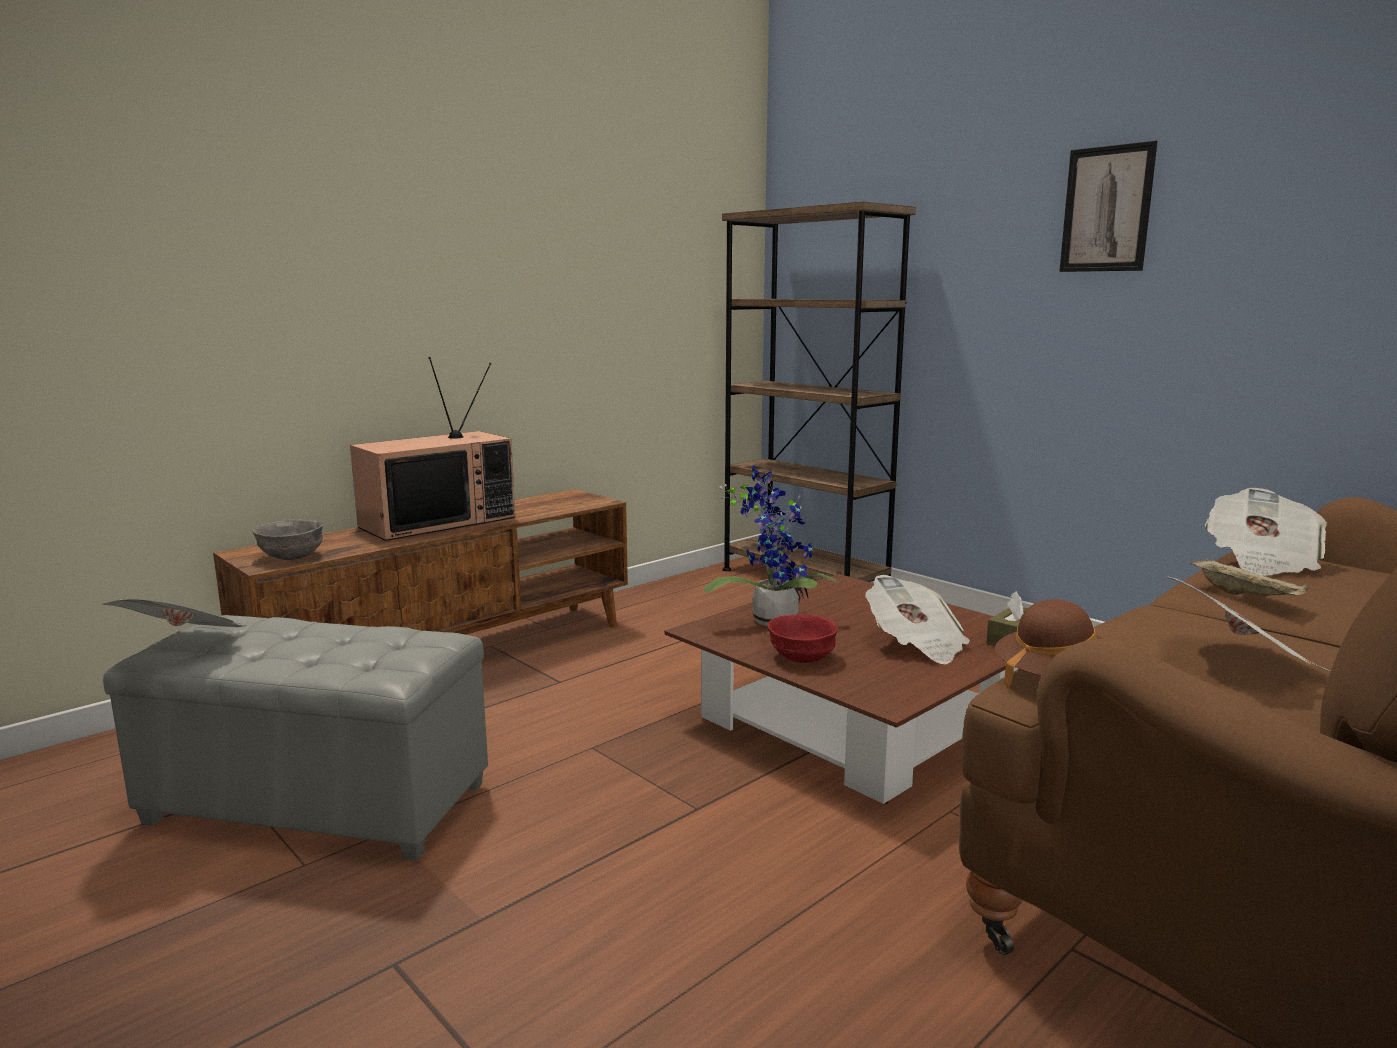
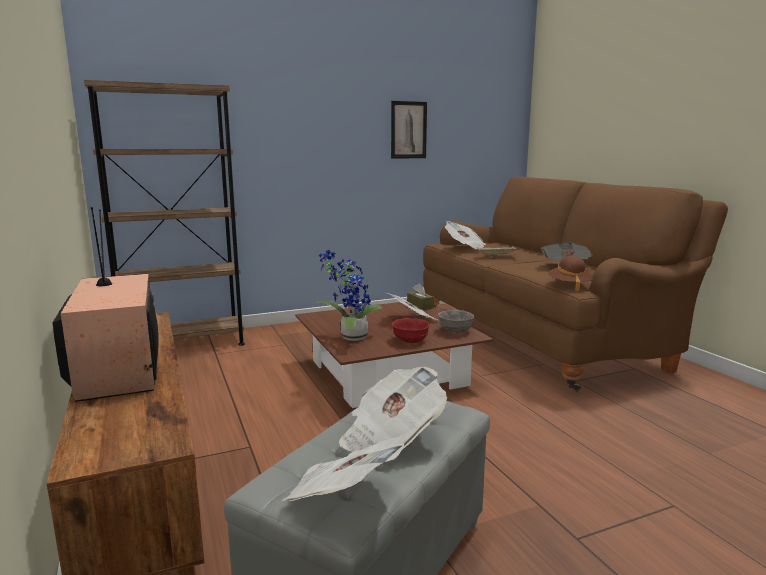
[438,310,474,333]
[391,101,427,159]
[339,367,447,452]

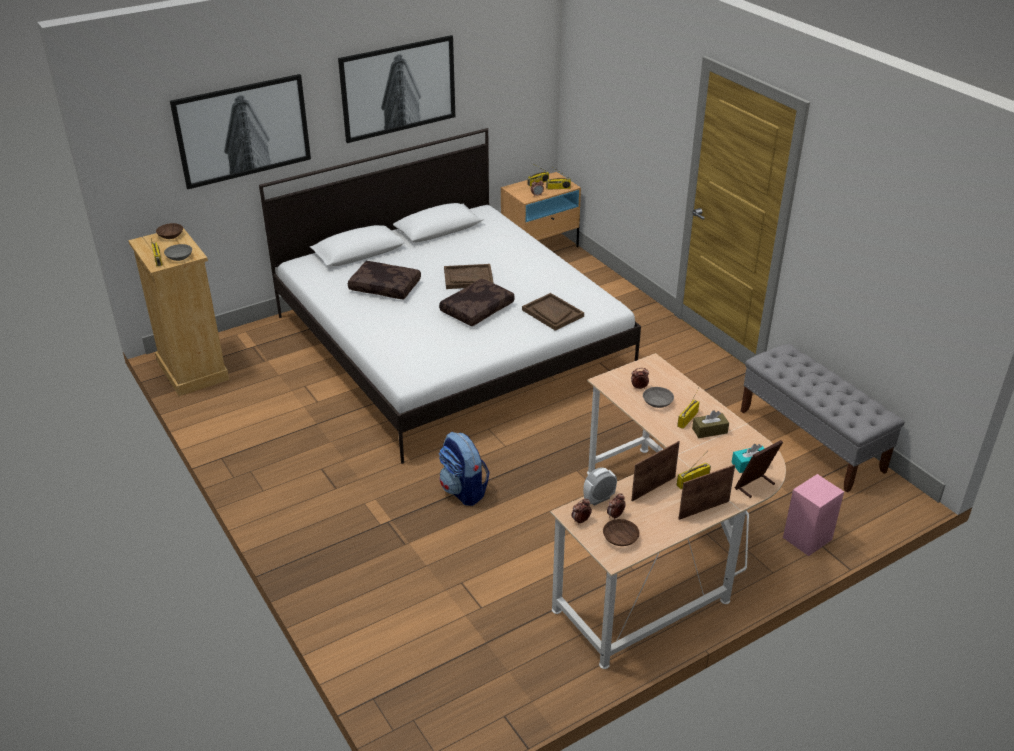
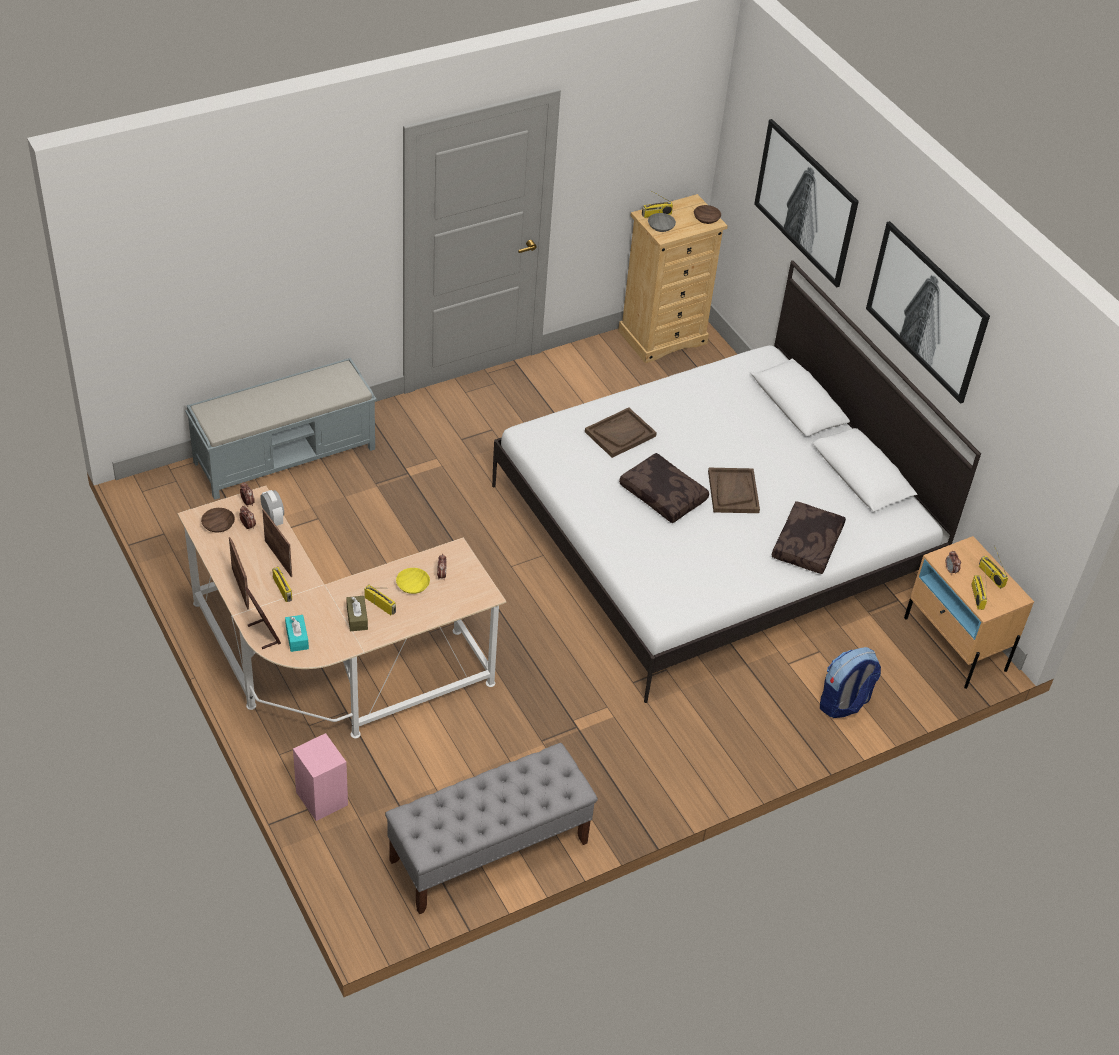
[772,501,846,574]
[820,647,881,718]
[585,407,657,458]
[396,568,430,594]
[185,358,377,500]

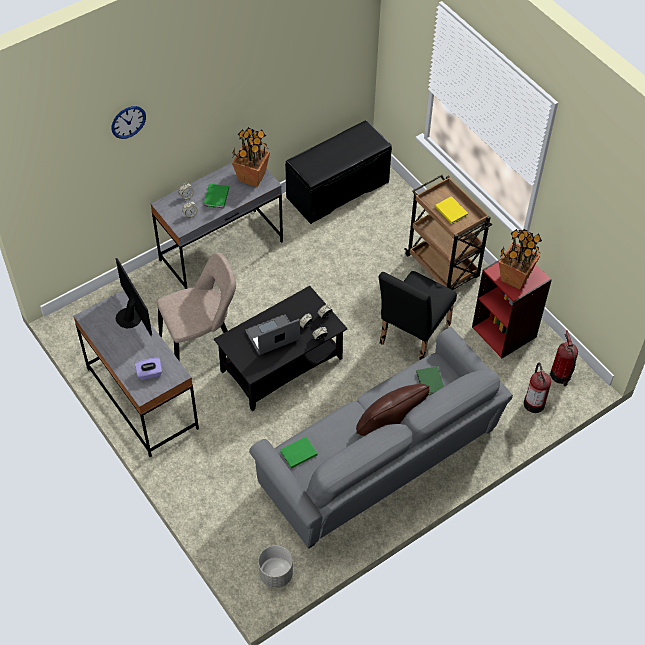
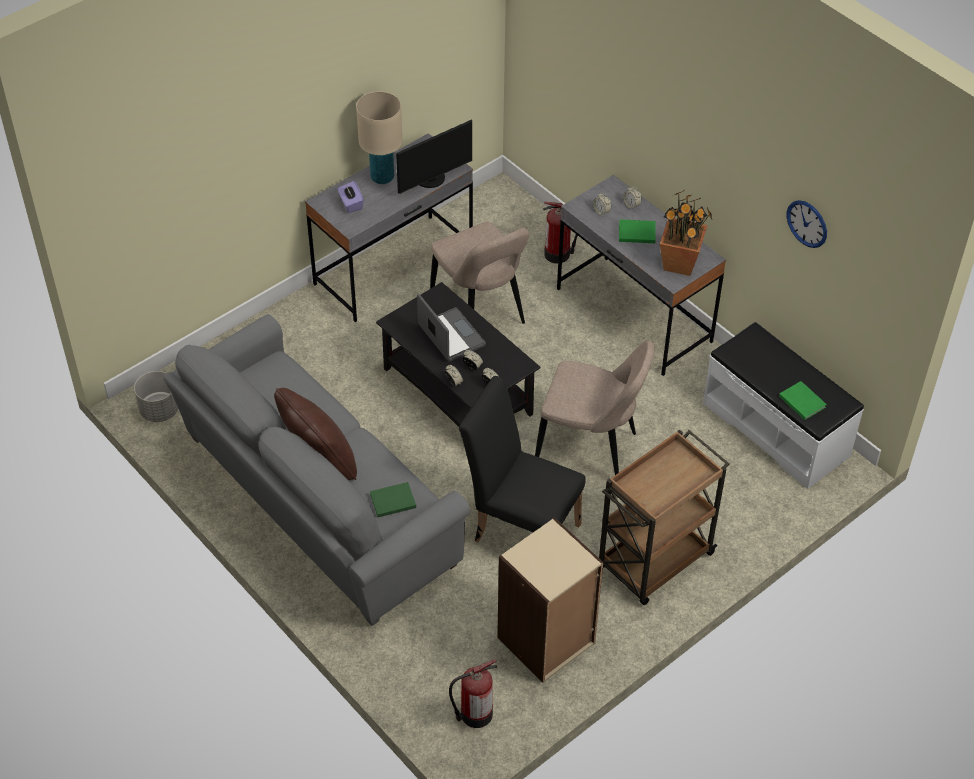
[786,200,827,248]
[779,381,827,420]
[703,322,864,489]
[435,196,468,224] (first image)
[497,517,603,683]
[499,229,542,290] (first image)
[543,202,578,264]
[356,91,402,184]
[535,341,655,475]

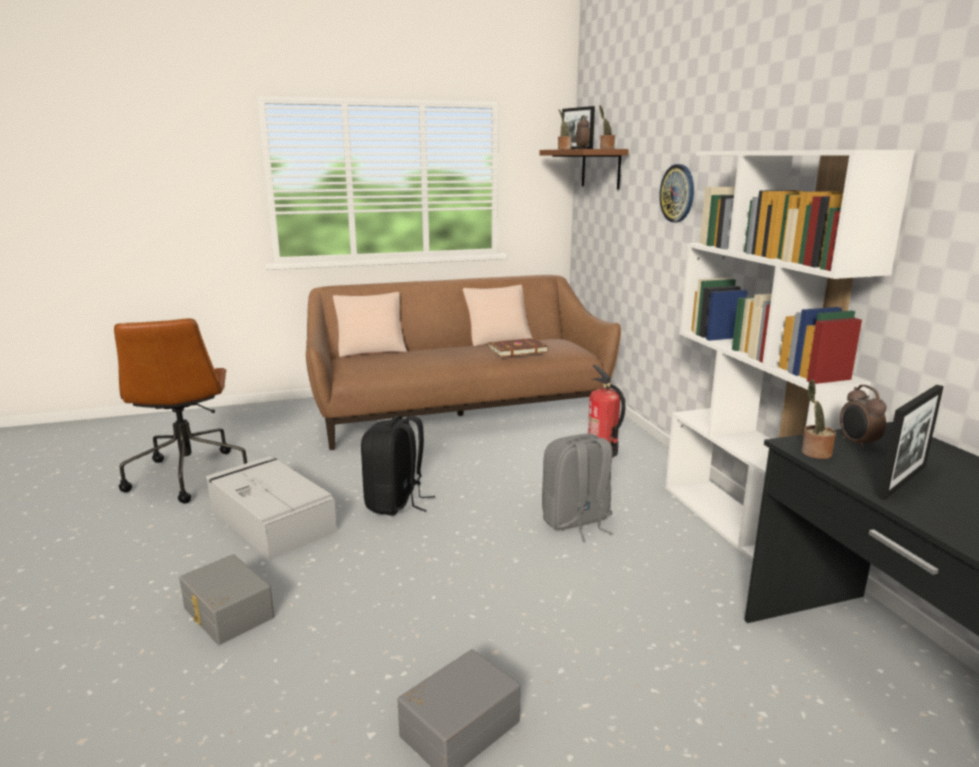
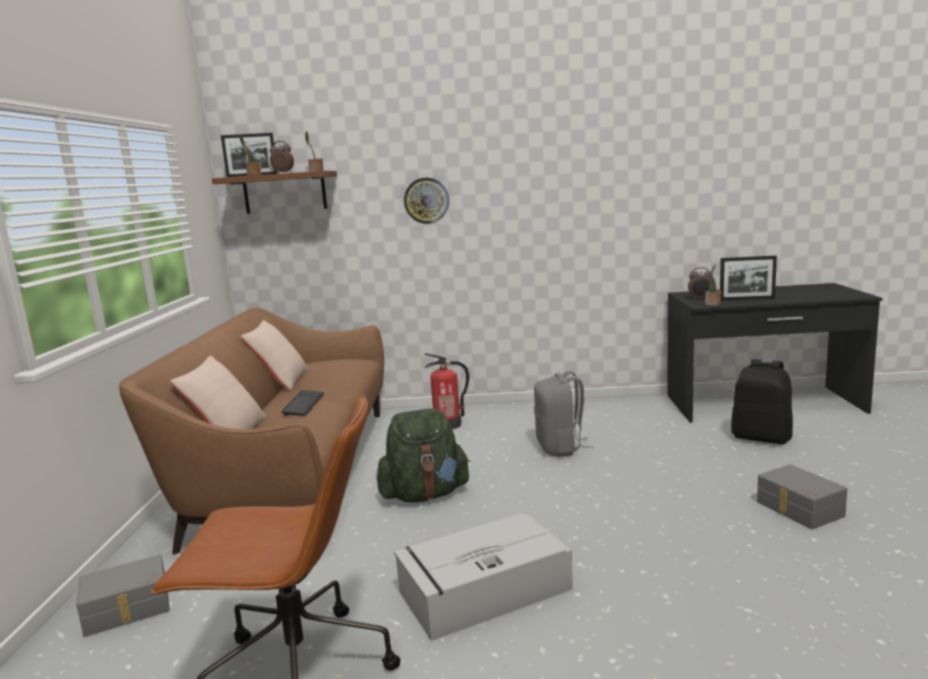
[76,554,170,637]
[731,359,793,444]
[488,338,548,357] (first image)
[665,150,915,561] (first image)
[720,256,777,300]
[281,390,325,416]
[376,409,470,503]

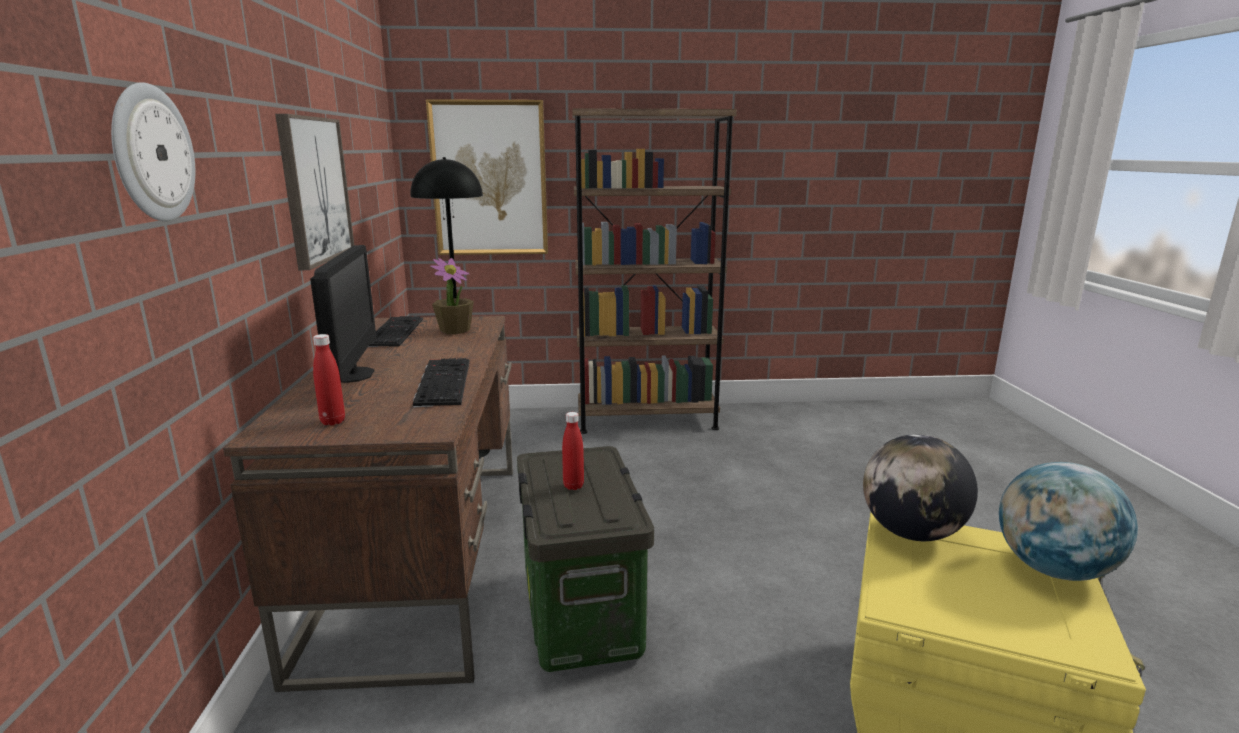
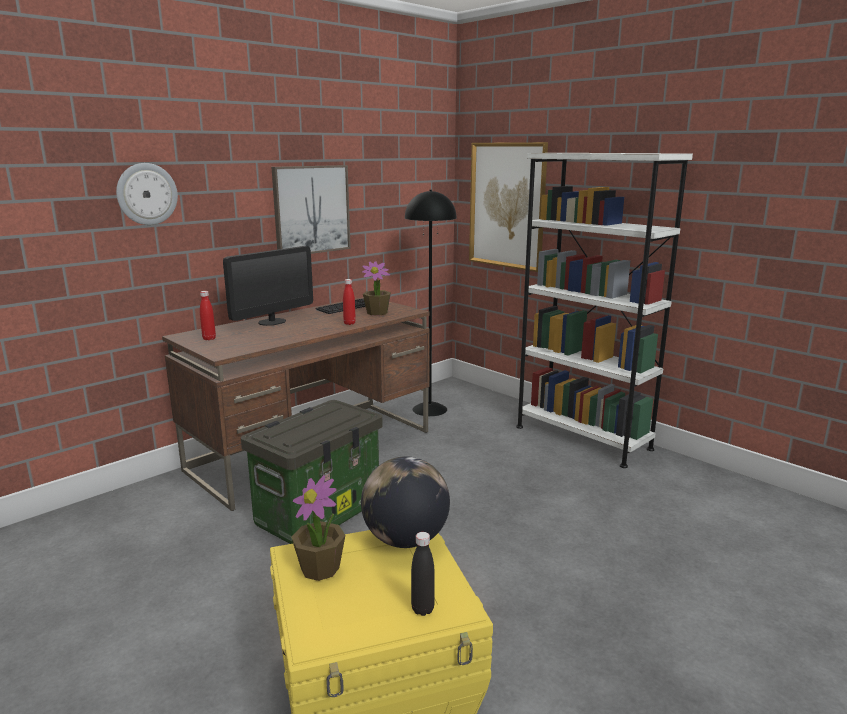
[413,358,470,408] (first image)
[343,279,356,325]
[516,153,693,468]
[411,532,435,616]
[291,475,345,581]

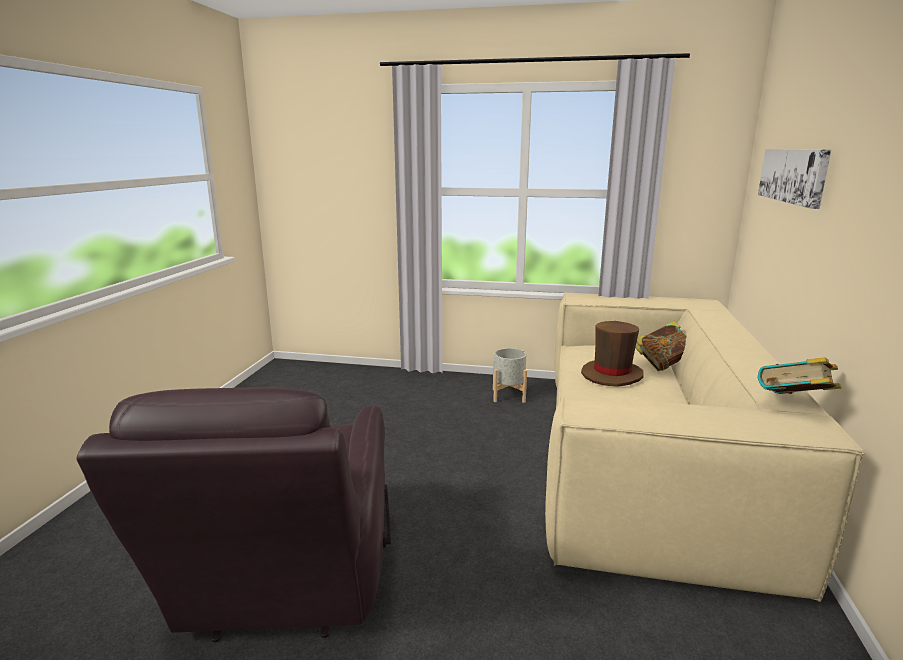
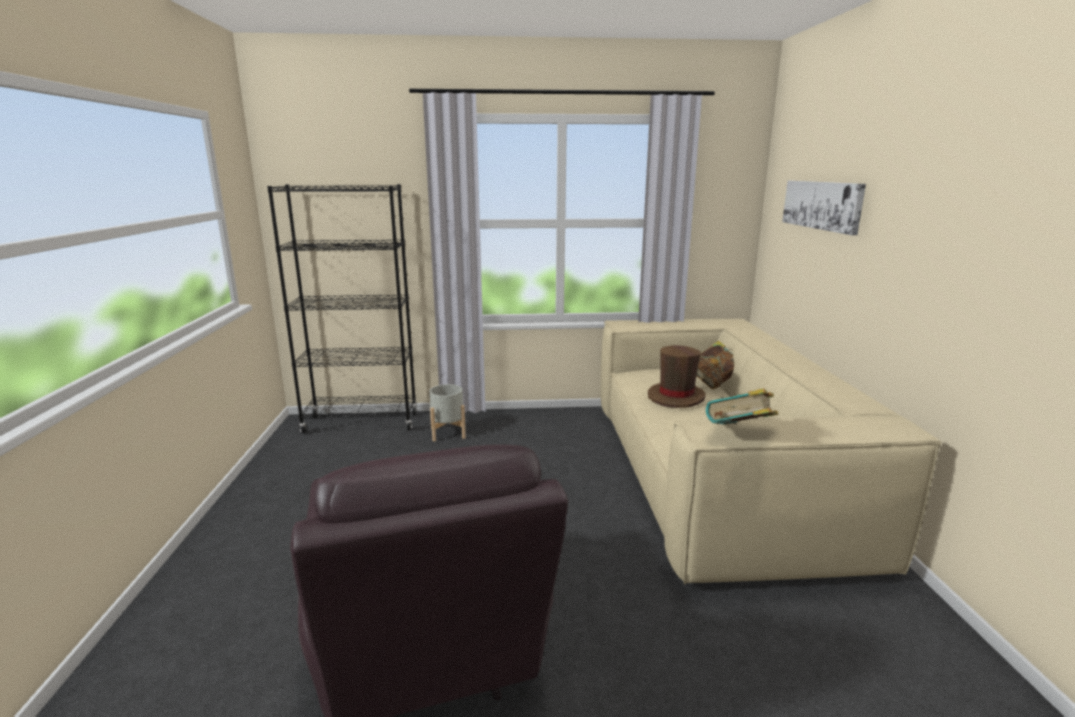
[429,384,466,442]
[706,388,778,425]
[267,184,417,433]

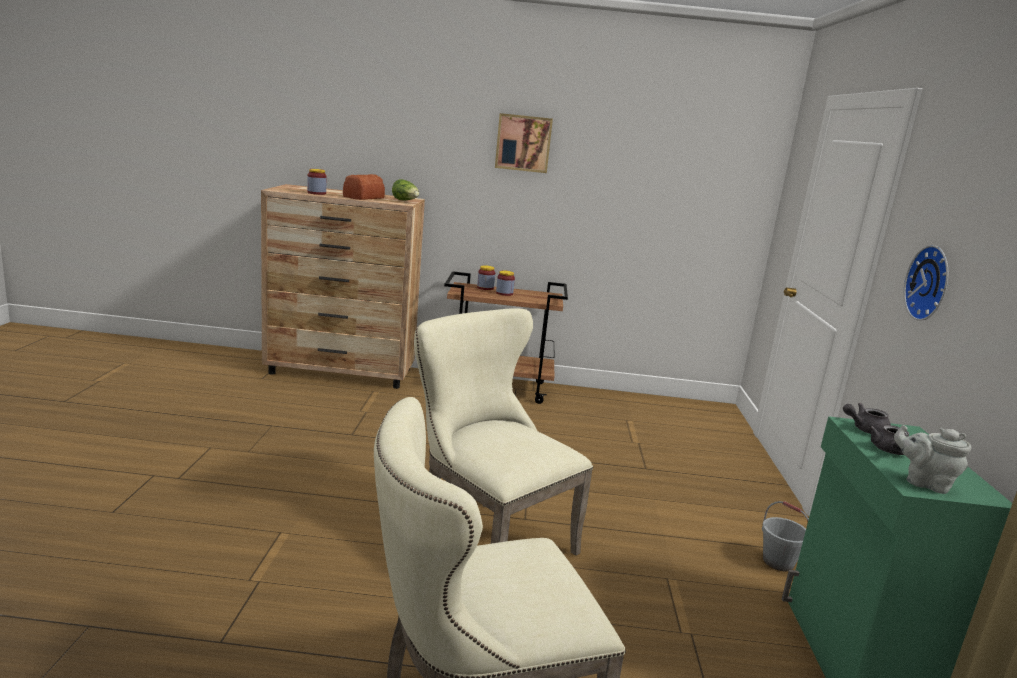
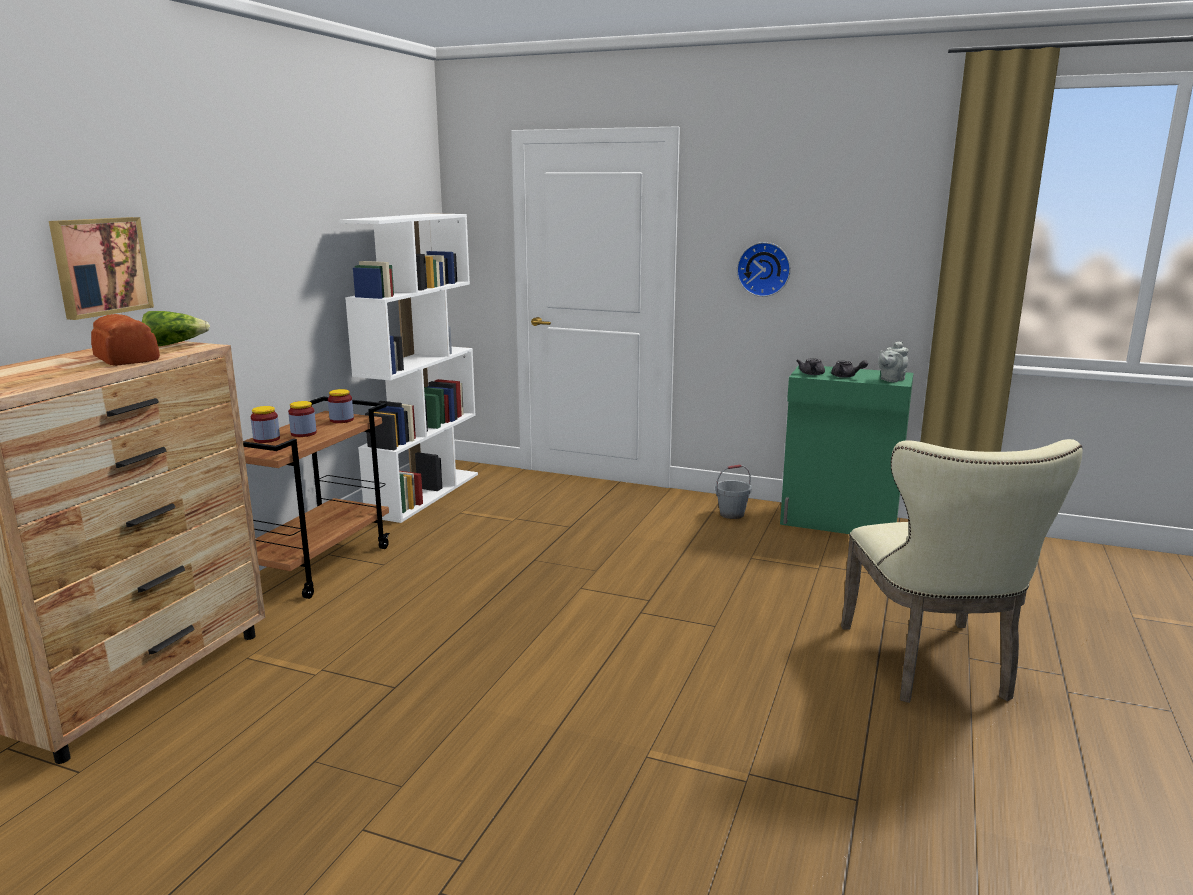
[328,389,354,423]
[414,308,593,556] (first image)
[49,217,154,320]
[339,213,478,523]

